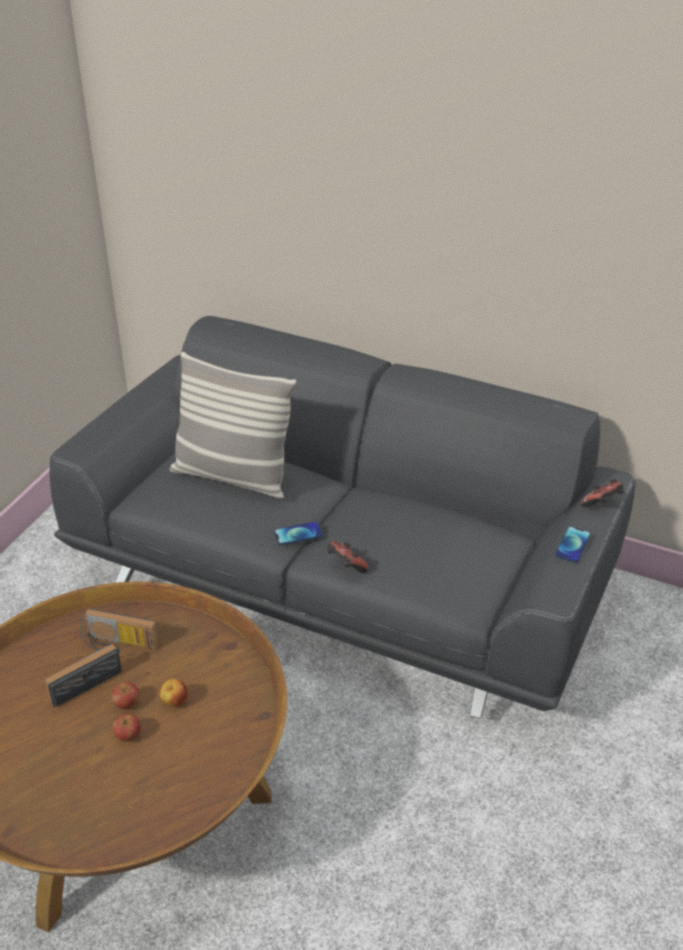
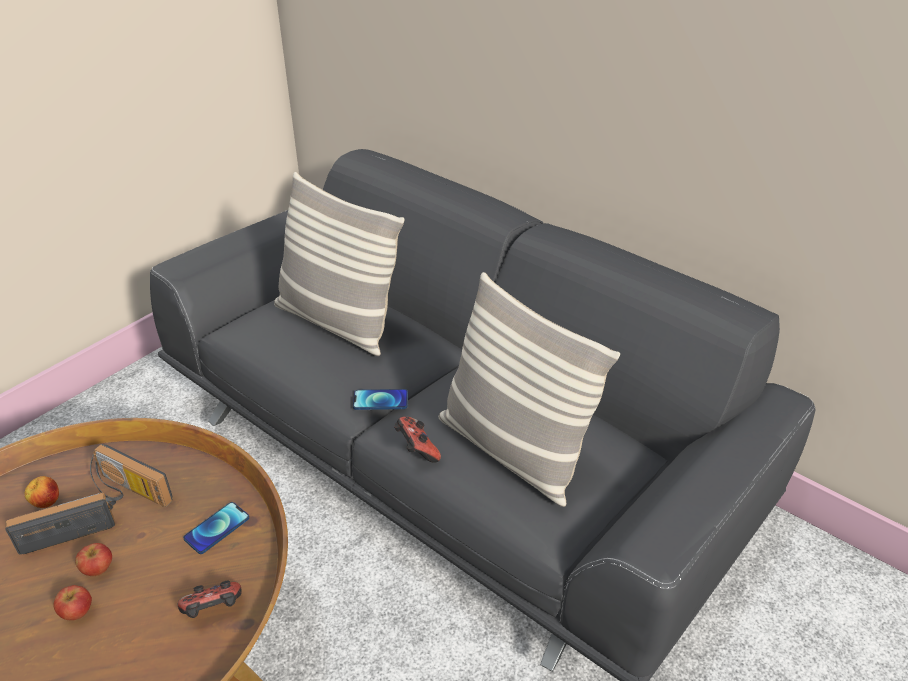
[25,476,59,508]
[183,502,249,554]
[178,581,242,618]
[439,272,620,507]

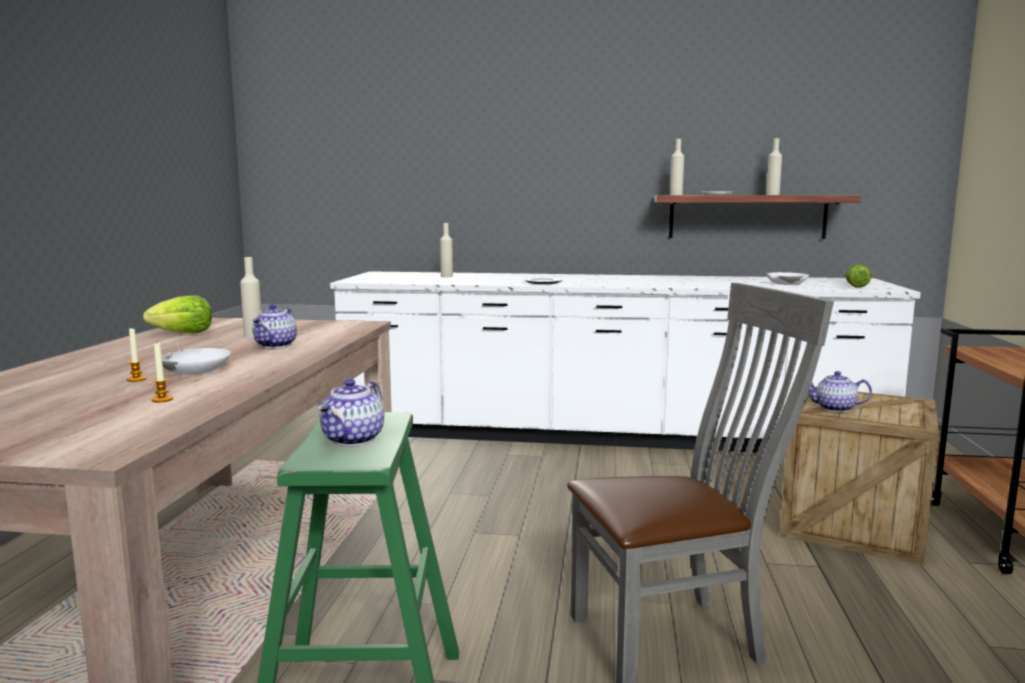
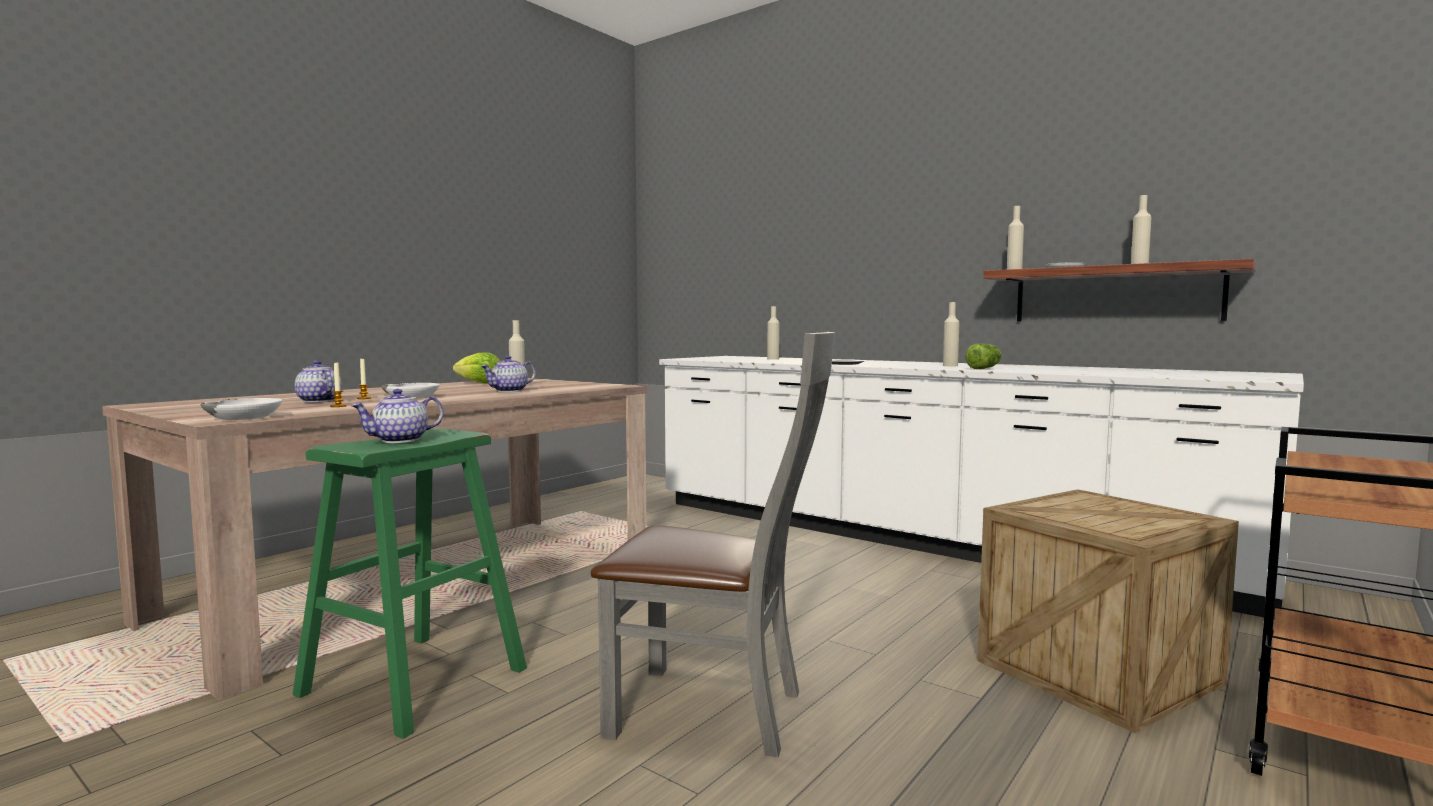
[200,398,282,420]
[295,360,342,403]
[965,343,1002,369]
[943,302,960,366]

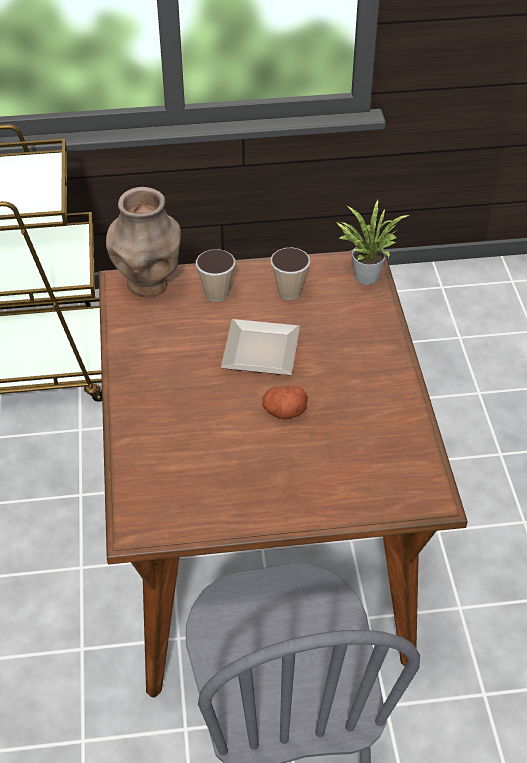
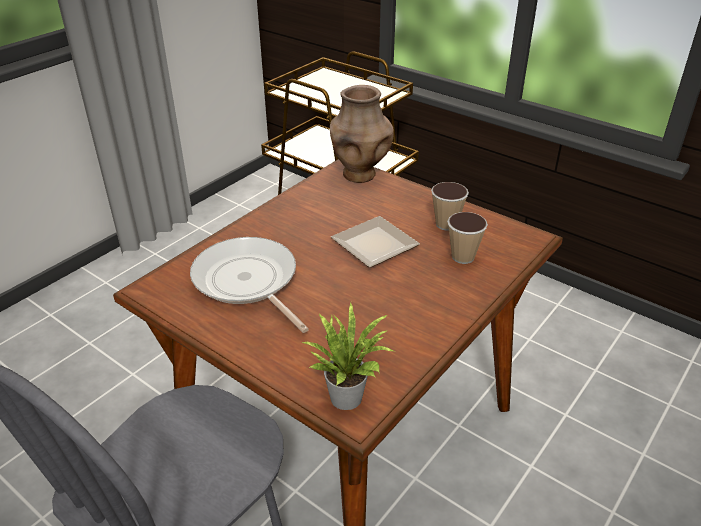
[447,212,488,264]
[262,386,308,420] (first image)
[302,303,394,410]
[190,237,309,333]

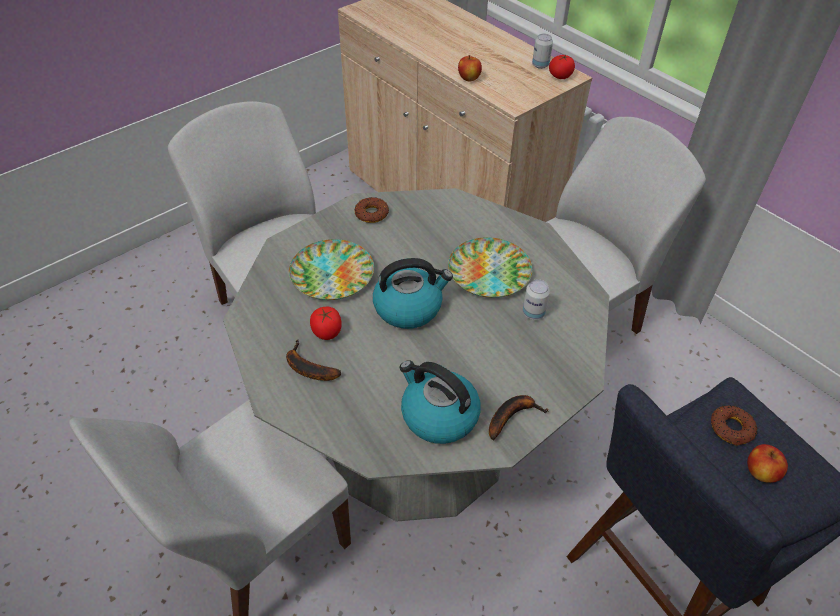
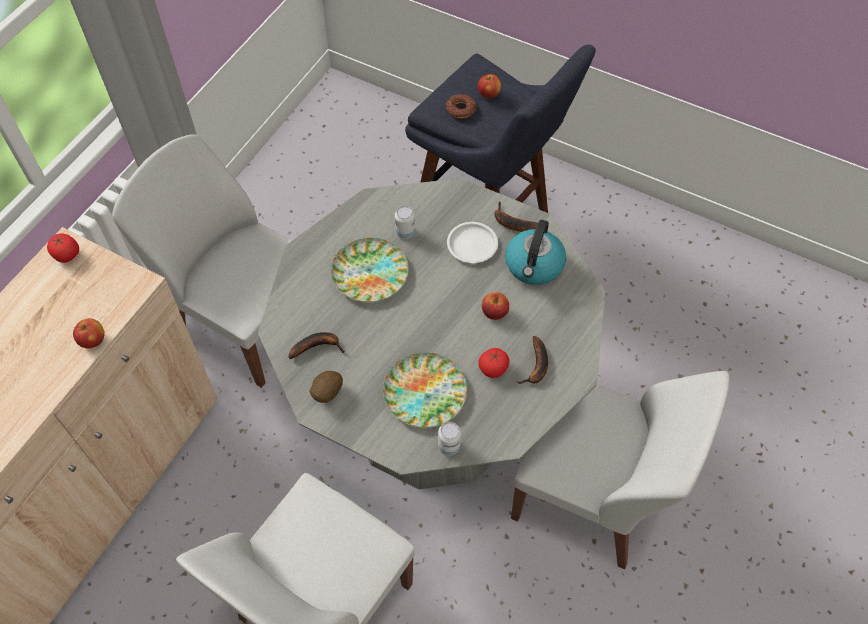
[309,371,343,403]
[373,258,453,329] (first image)
[438,422,461,456]
[288,332,344,359]
[447,222,498,263]
[482,292,509,320]

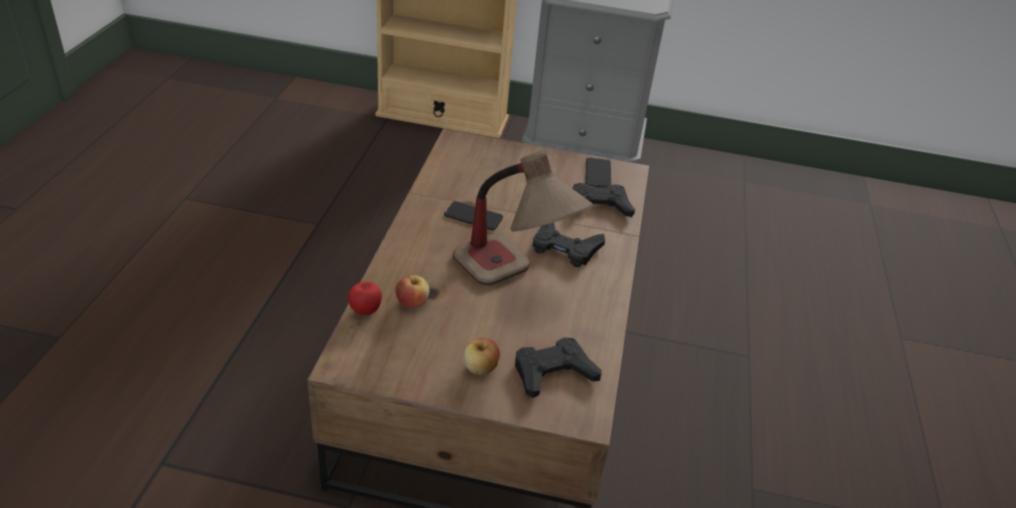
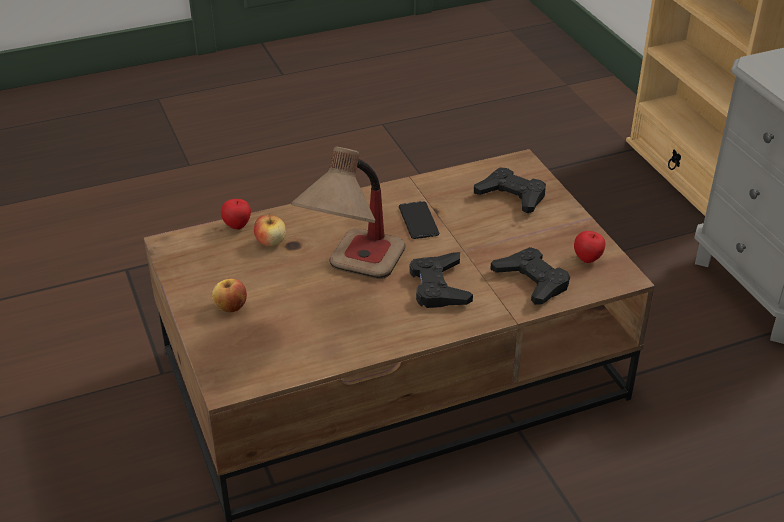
[474,167,546,213]
[574,231,605,263]

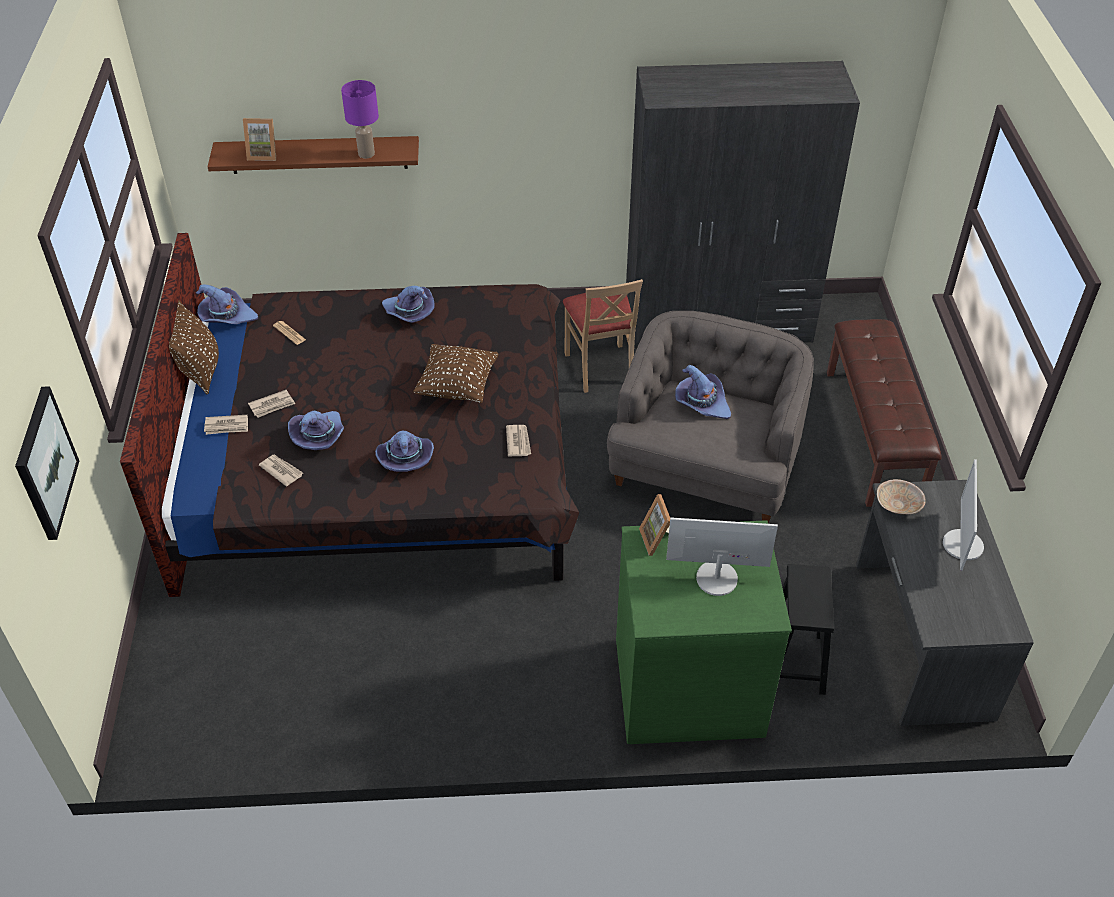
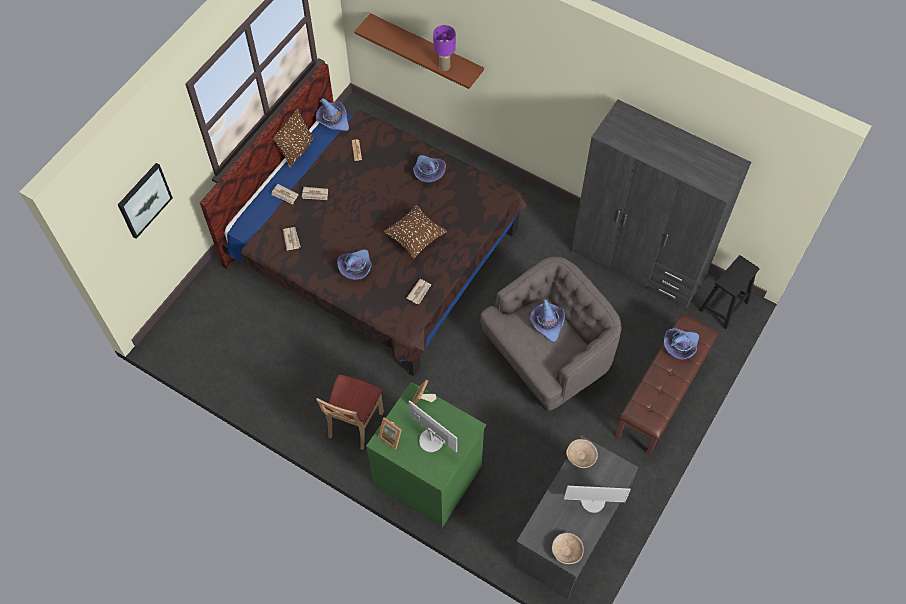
[378,417,402,450]
[664,328,699,360]
[316,375,384,450]
[699,255,760,329]
[564,486,631,513]
[552,533,584,564]

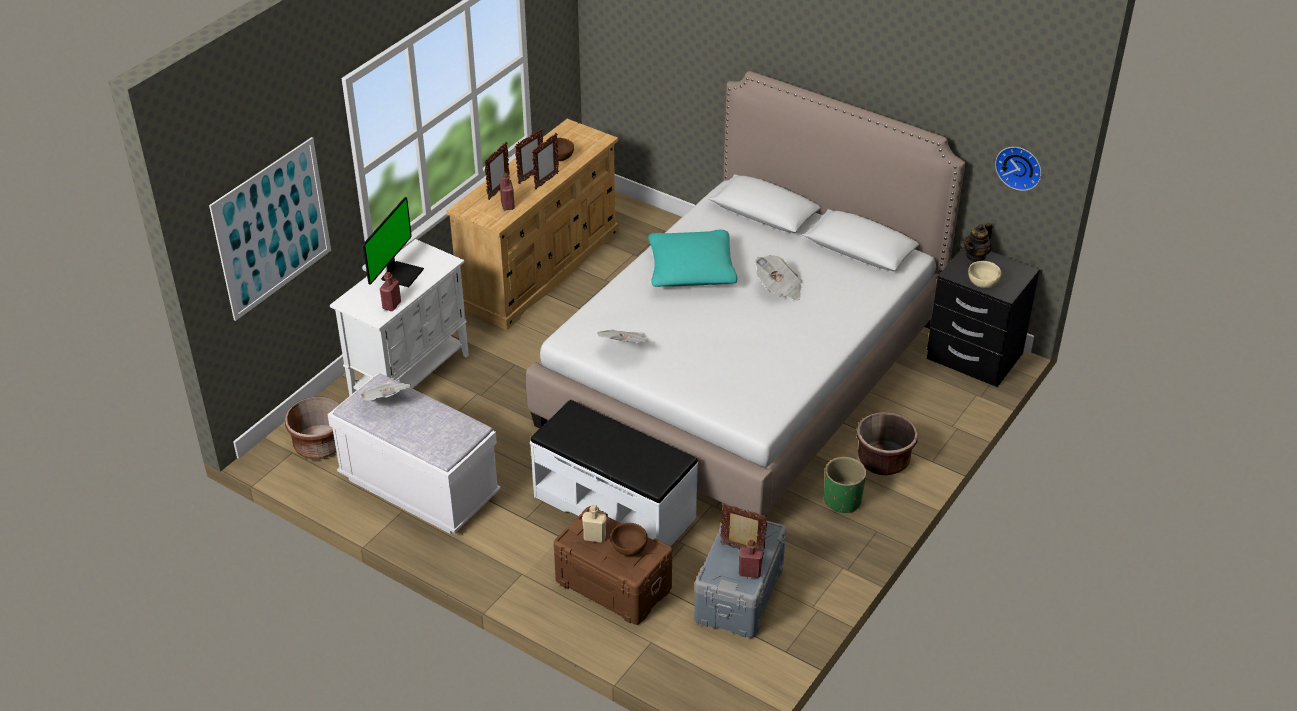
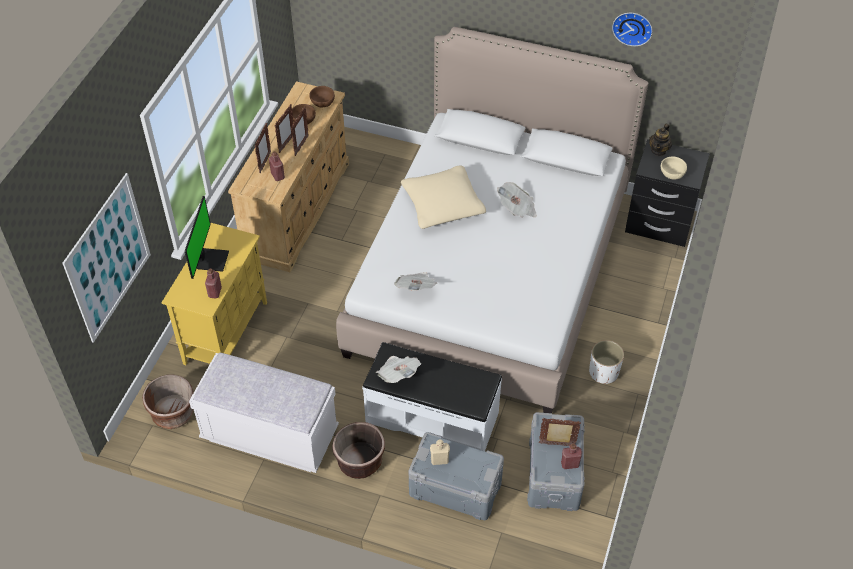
[161,223,267,365]
[376,356,421,383]
[409,432,504,520]
[309,86,335,107]
[401,165,486,229]
[589,340,624,384]
[332,422,385,479]
[612,13,653,46]

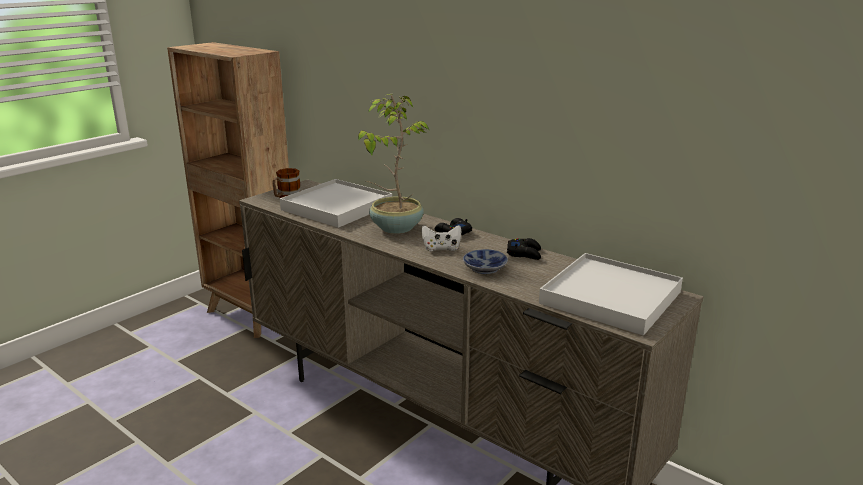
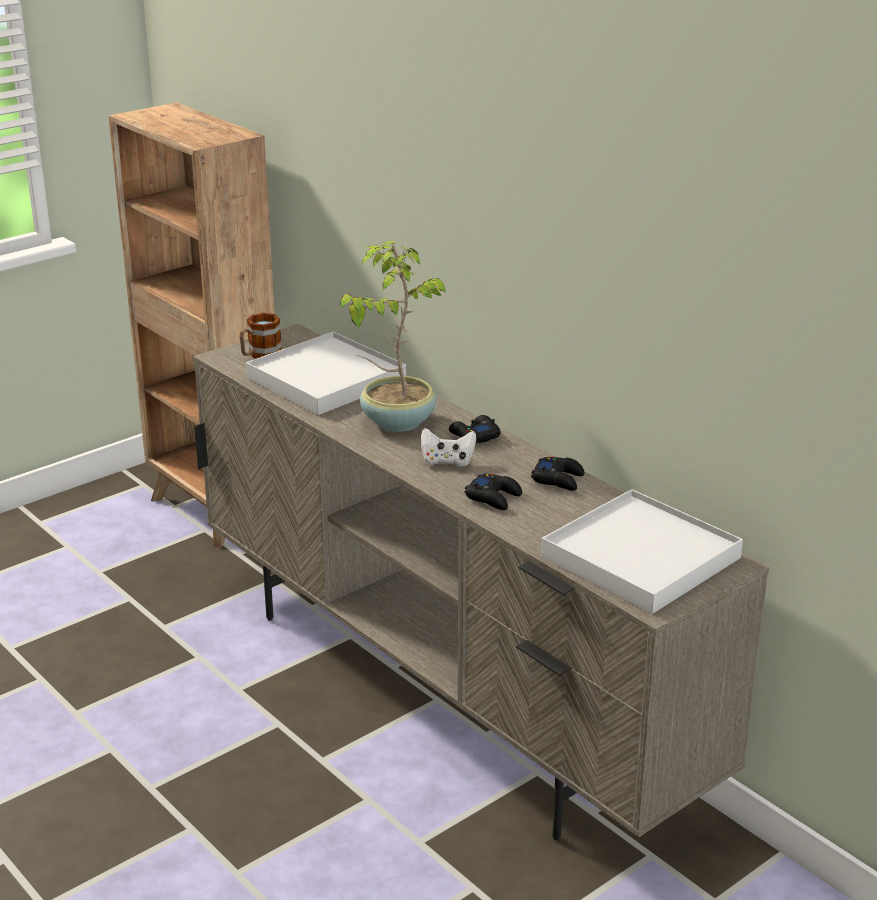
[465,474,522,510]

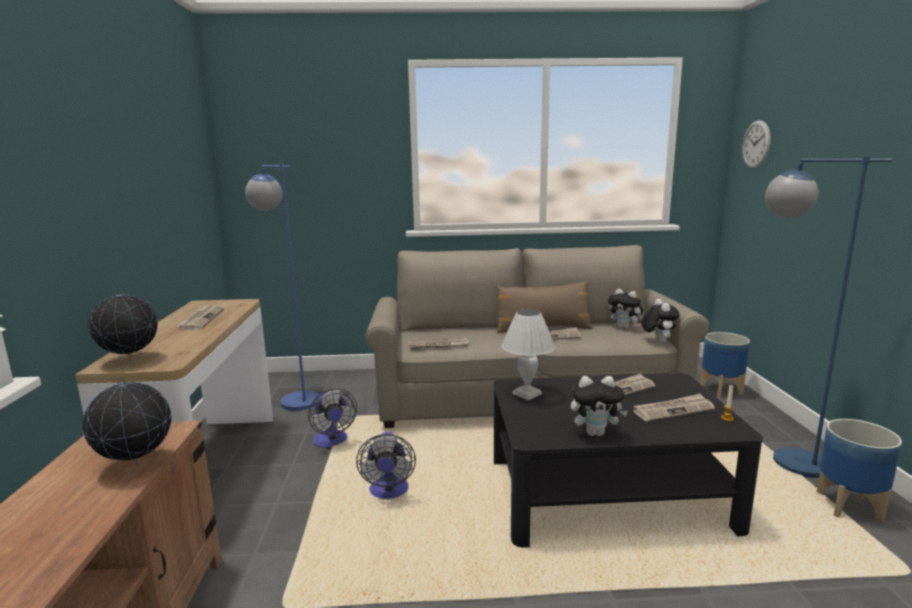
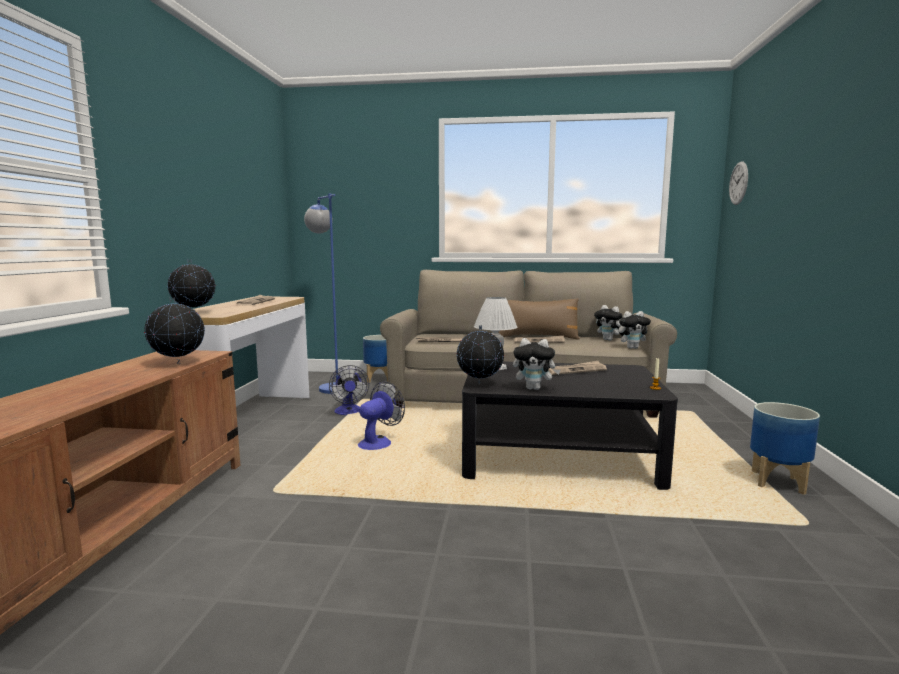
[358,382,405,450]
[633,393,715,422] (first image)
[618,311,651,349]
[363,335,388,383]
[765,156,893,478] (first image)
[456,325,504,385]

